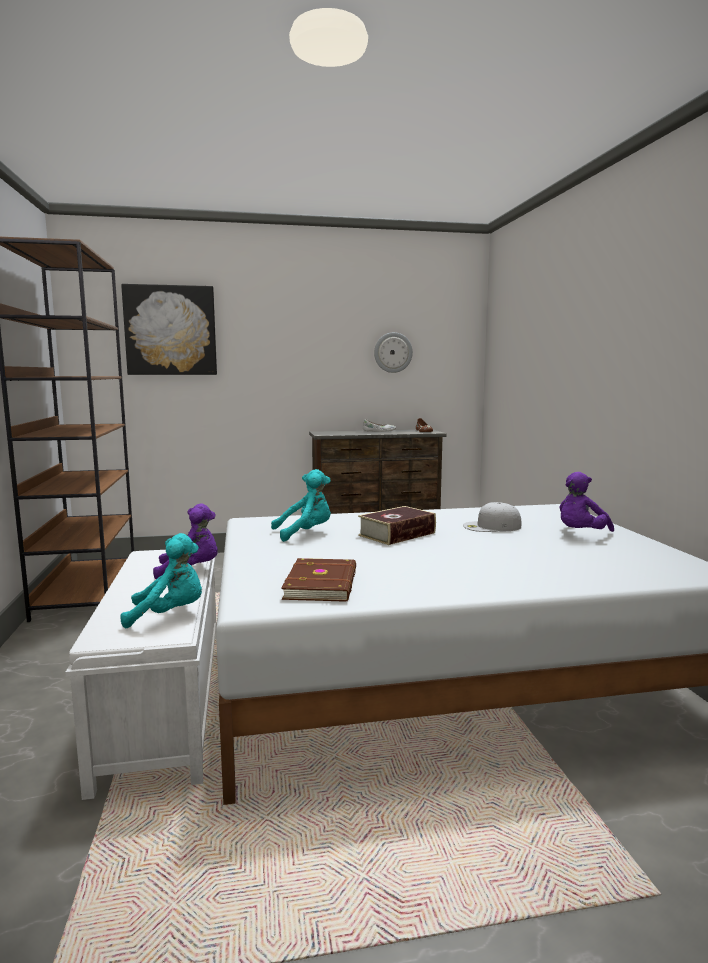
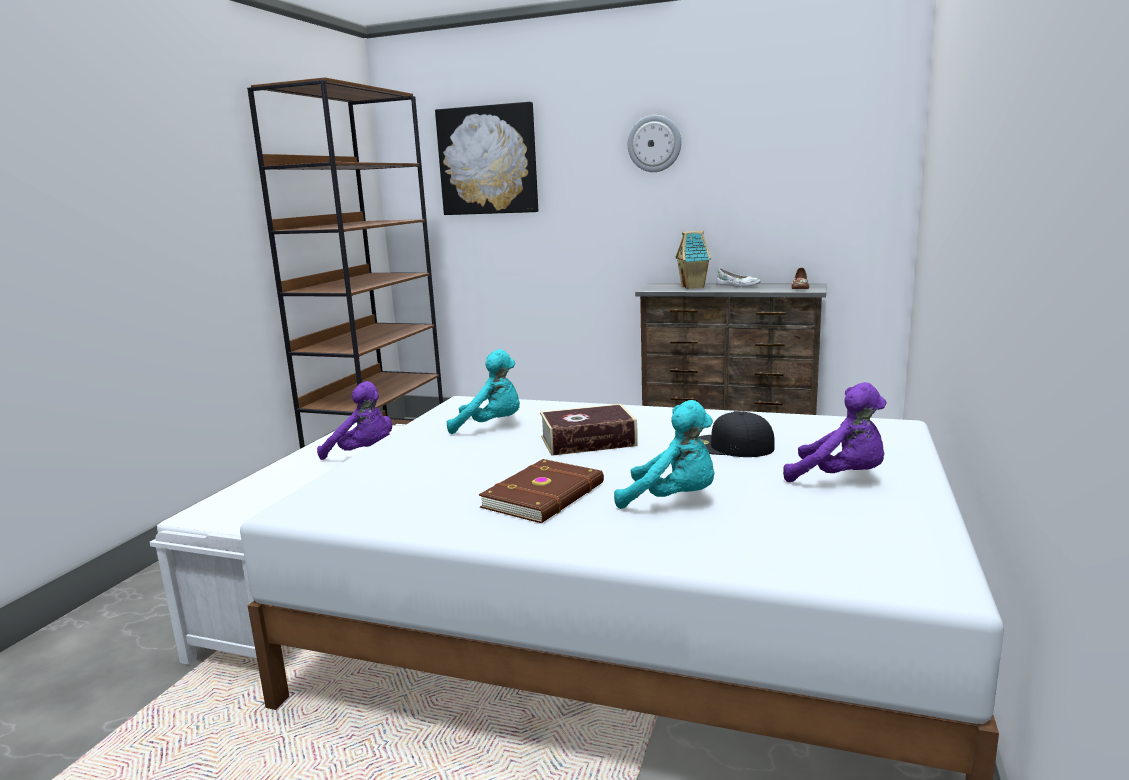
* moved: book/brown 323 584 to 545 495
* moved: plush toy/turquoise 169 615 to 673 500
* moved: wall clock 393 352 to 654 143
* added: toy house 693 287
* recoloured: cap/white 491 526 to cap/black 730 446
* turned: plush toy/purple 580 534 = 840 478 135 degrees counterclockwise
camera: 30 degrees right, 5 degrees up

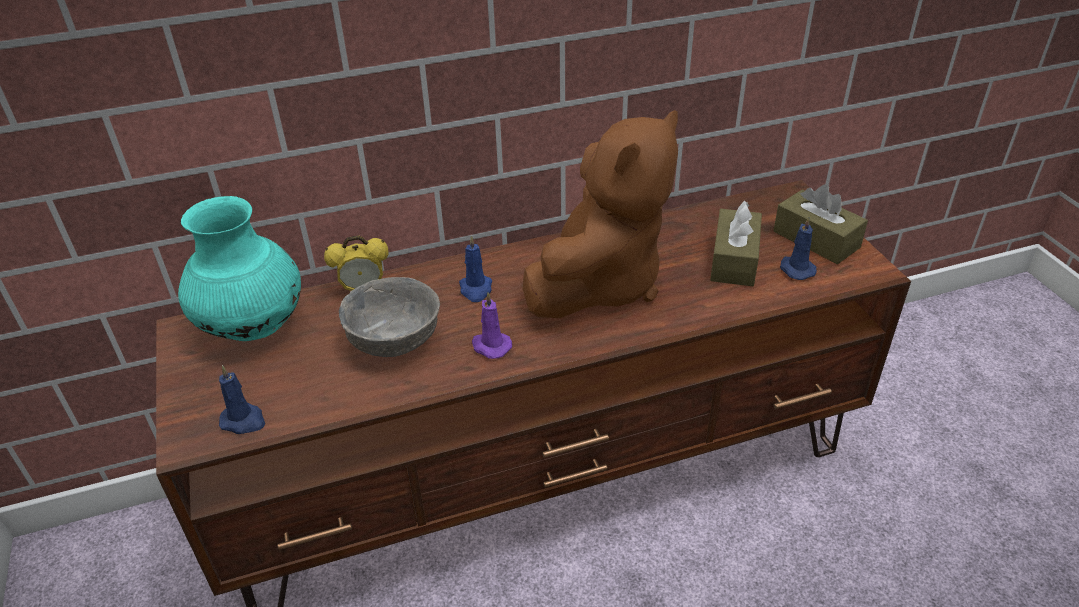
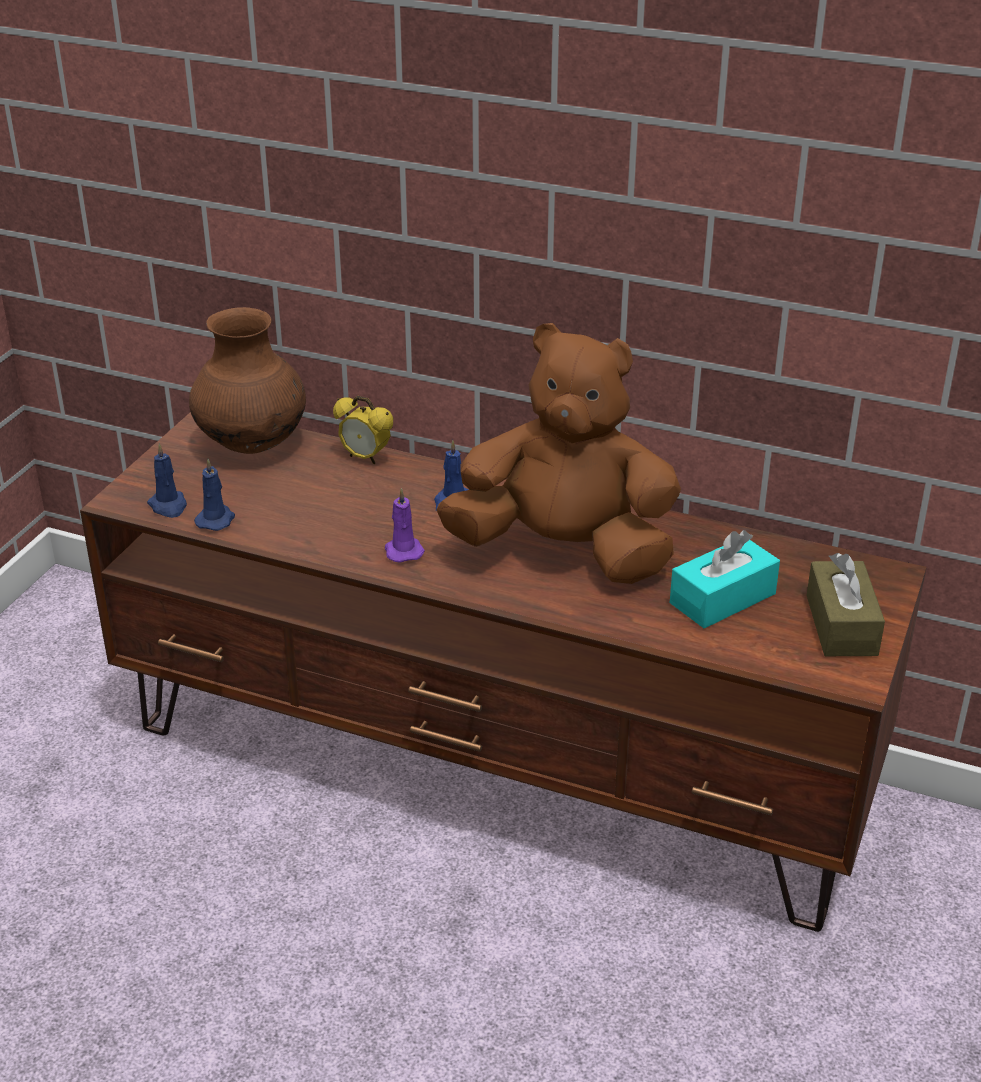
* recoloured: vase/turquoise 254 327 to vase/brown 253 445
* moved: candle/blue 796 269 to 216 519
* turned: plush toy/brown 600 283 = 564 552 150 degrees counterclockwise
* recoloured: tissue box/brown 734 260 to tissue box/turquoise 722 598
* removed: bowl/grey 393 342
camera: 40 degrees right, 5 degrees down

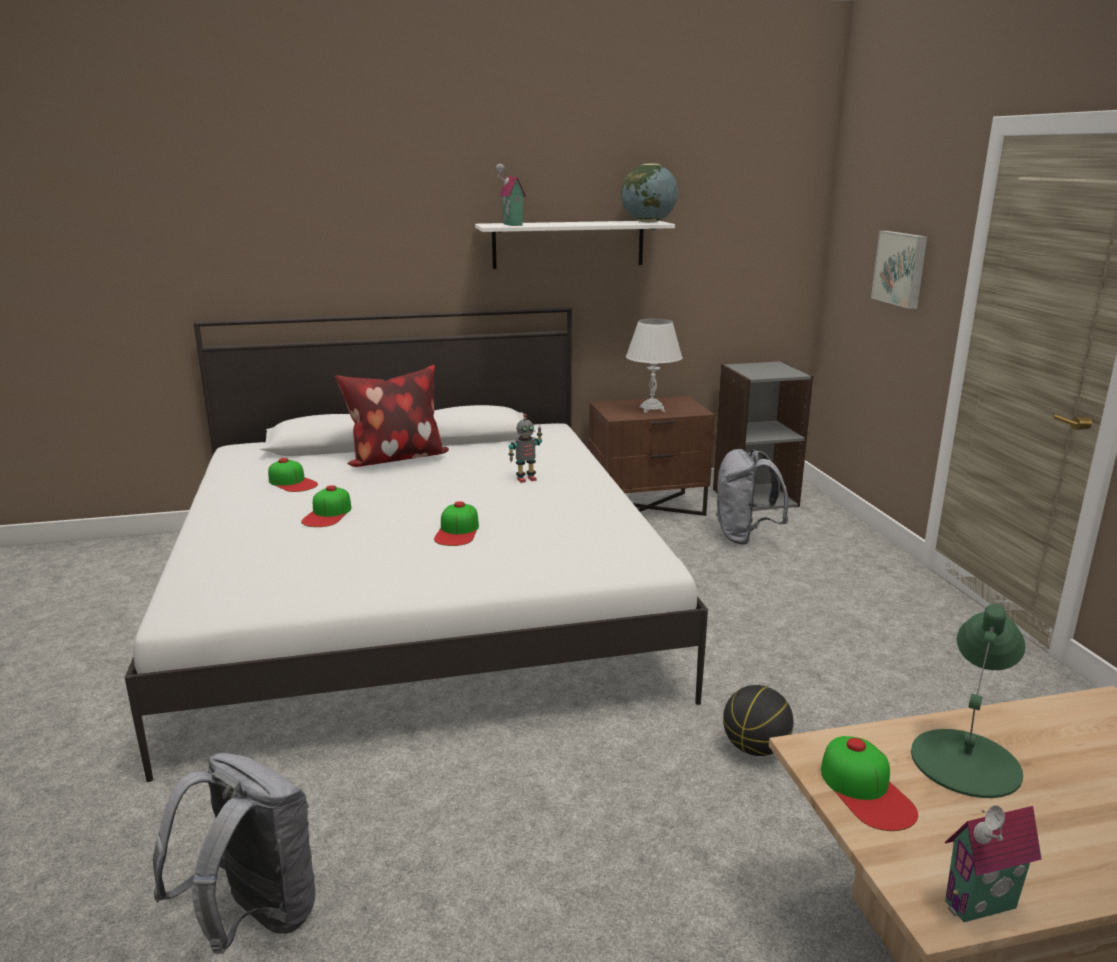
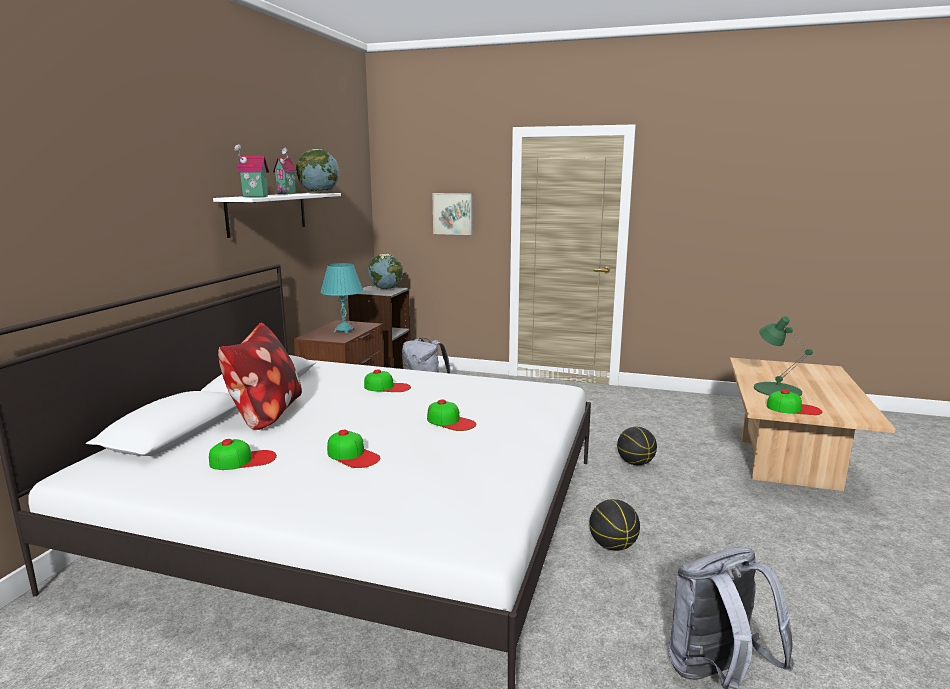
* moved: toy house 983 908 to 288 194
* recoloured: table lamp/white 651 409 to table lamp/turquoise 344 331
* replaced: toy robot 526 479 to cap 387 387
* added: globe 386 288
* added: basketball 612 546
camera: 60 degrees left, 5 degrees down

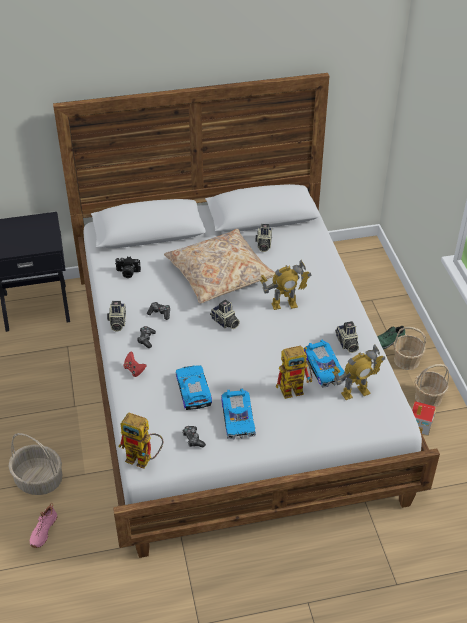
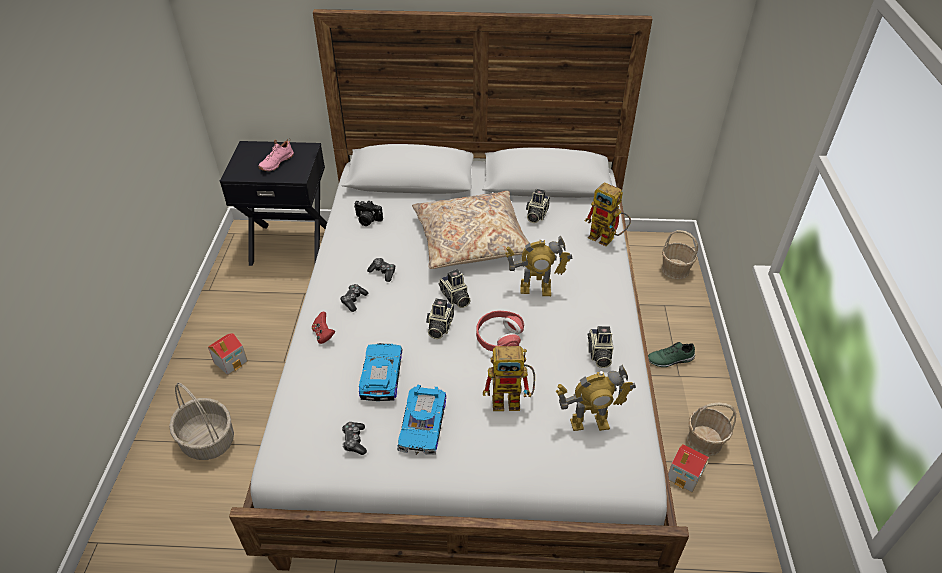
* added: toy house 231 361
* moved: shoe/pink 43 530 to 276 162
* moved: photo camera 117 322 to 439 326
* added: headphones/red 499 337
* moved: toy robot 144 459 to 607 239
* moved: basket 406 360 to 675 269
* removed: toy car 324 367
camera: 15 degrees right, 0 degrees up

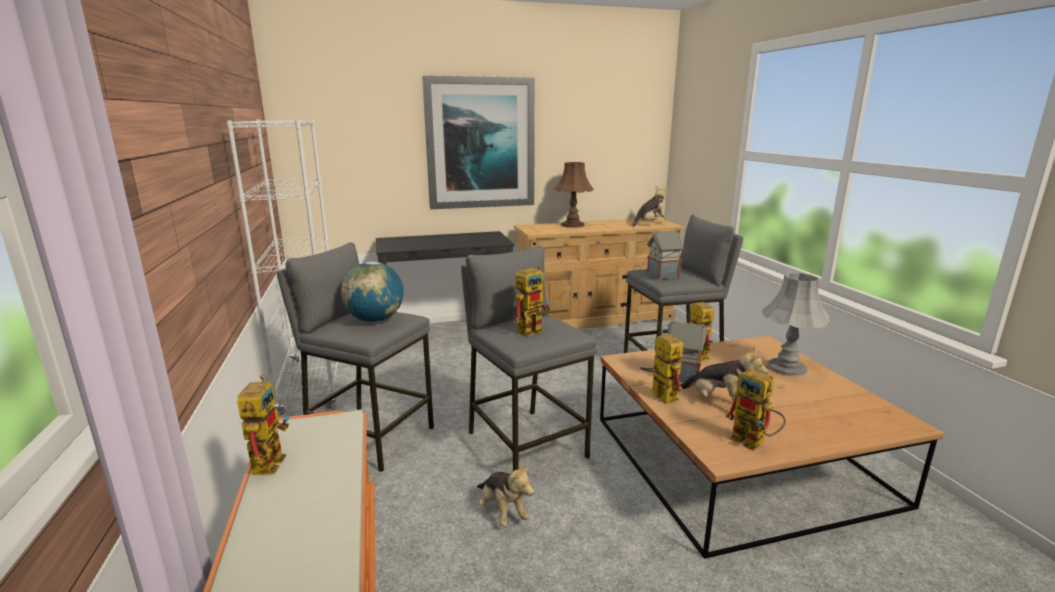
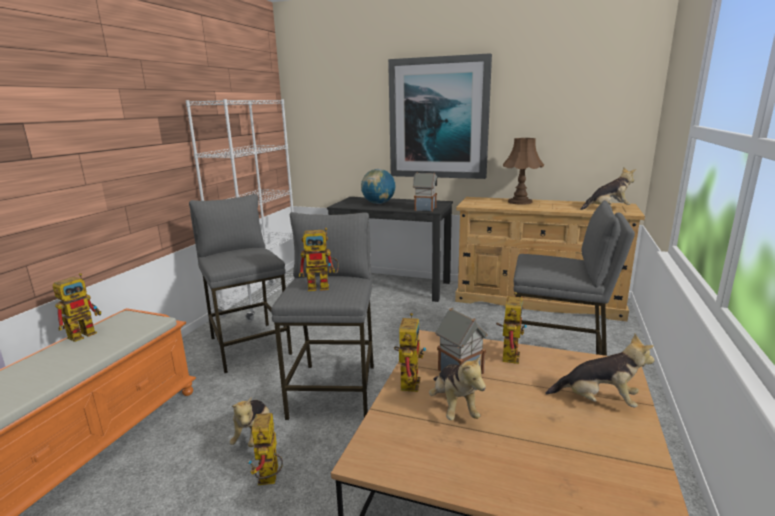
* moved: toy robot 754 443 to 270 480
* moved: globe 375 320 to 378 203
* moved: toy house 662 275 to 424 209
* replaced: table lamp/grey 786 367 to plush toy 598 401
camera: 35 degrees right, 0 degrees up

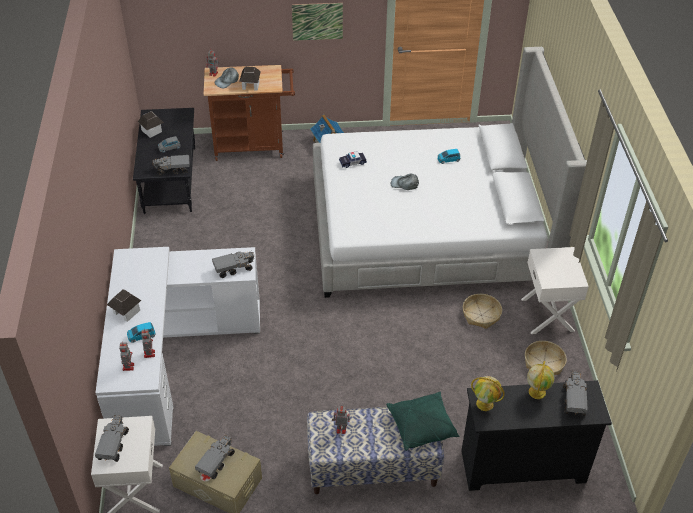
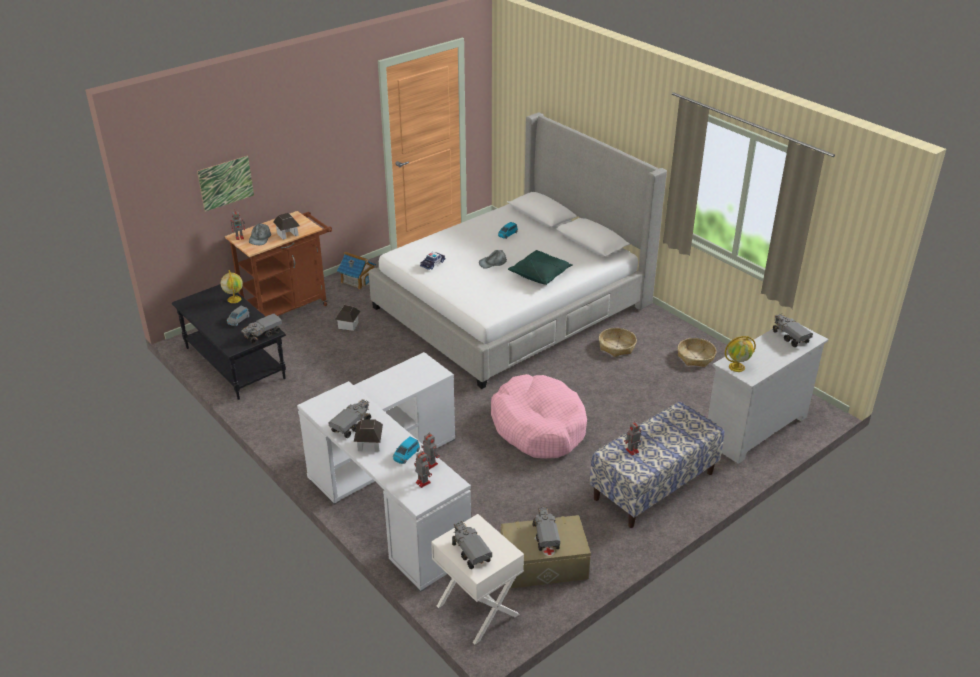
* moved: picture 317 21 to 225 183
* moved: globe 537 391 to 234 299
* moved: toy truck 234 268 to 351 425
* moved: toy house 152 131 to 348 325
* added: dog bed/pink 538 427
* moved: pillow/green 422 426 to 540 274
* recoloured: dresser/black 522 466 to dresser/white 755 429
* removed: nightstand/white 548 315
camera: 35 degrees left, 10 degrees down

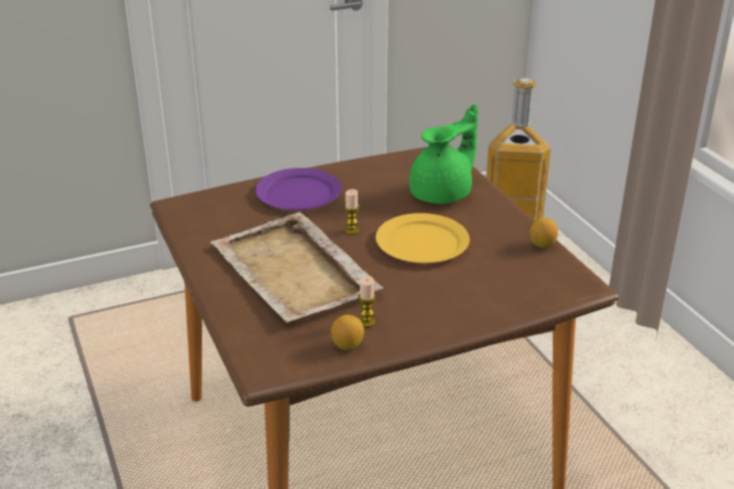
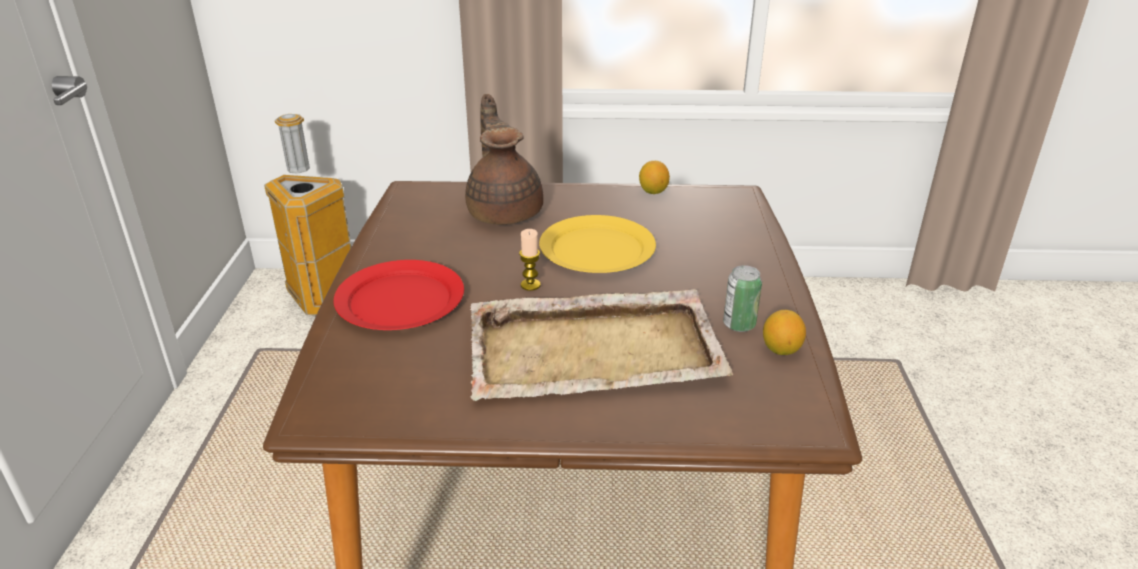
* recoloured: plate/purple 299 194 to plate/red 401 300
* recoloured: teapot/green 443 194 to teapot/brown 505 211
* replaced: candle 366 322 to can 739 325
camera: 65 degrees left, 0 degrees up

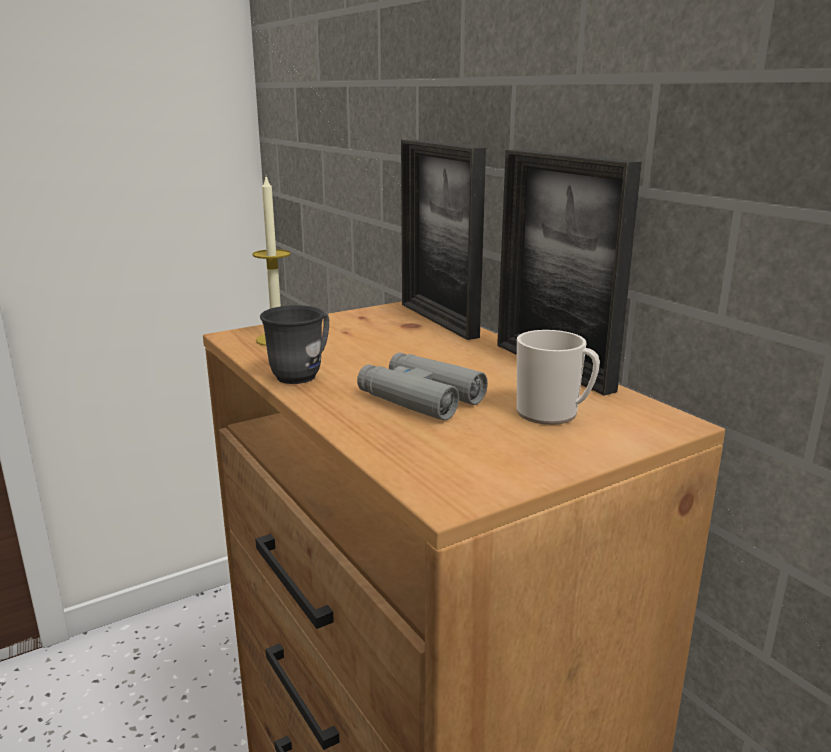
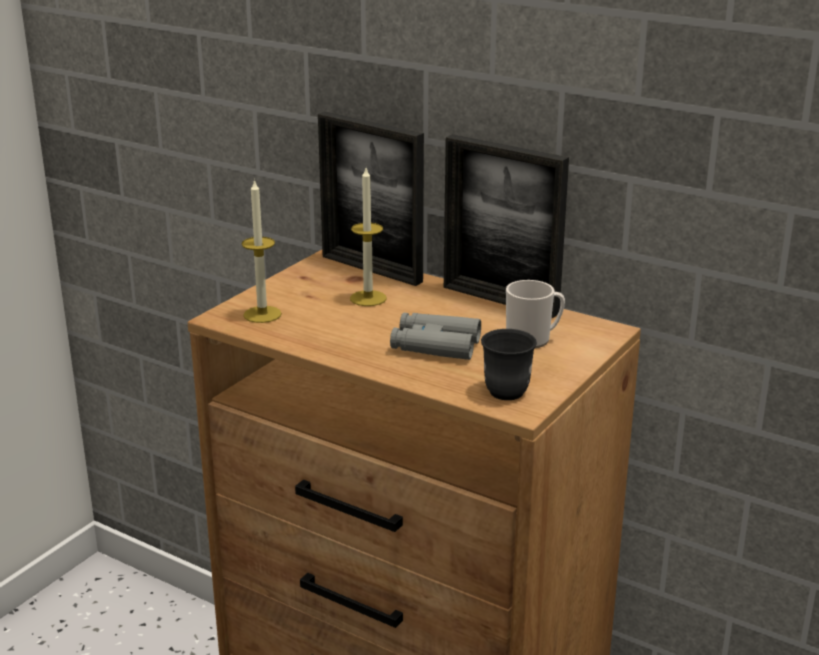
* added: candle 368 298
* moved: mug/grey 303 373 to 507 387
camera: 25 degrees left, 5 degrees up

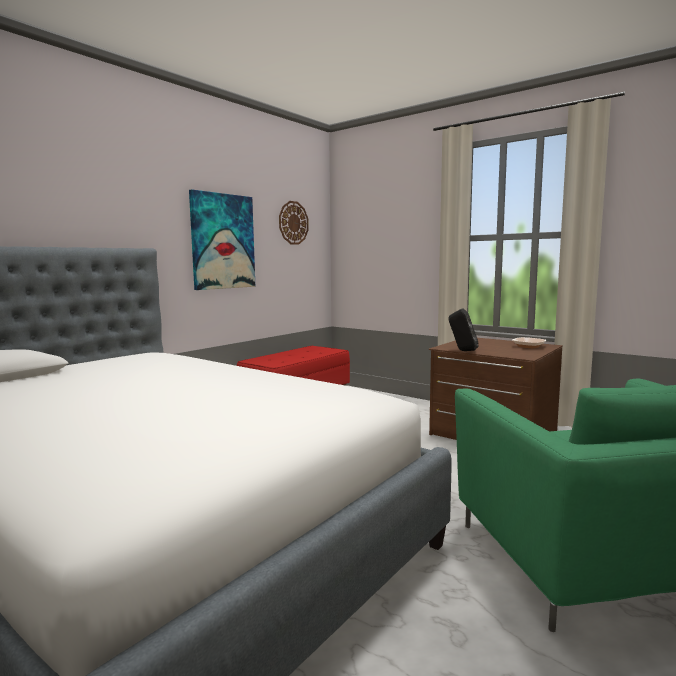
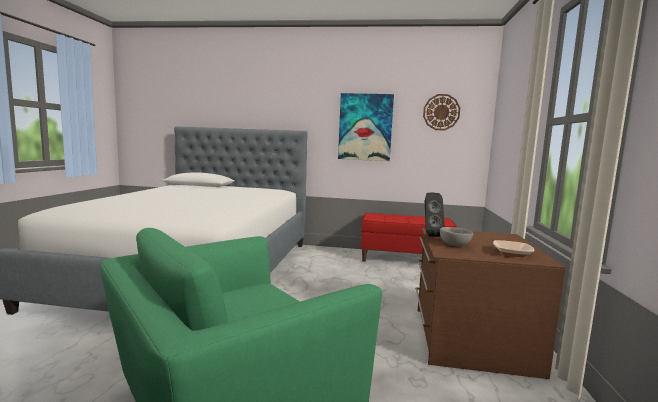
* added: bowl/grey 454 245
camera: 60 degrees right, 0 degrees up

